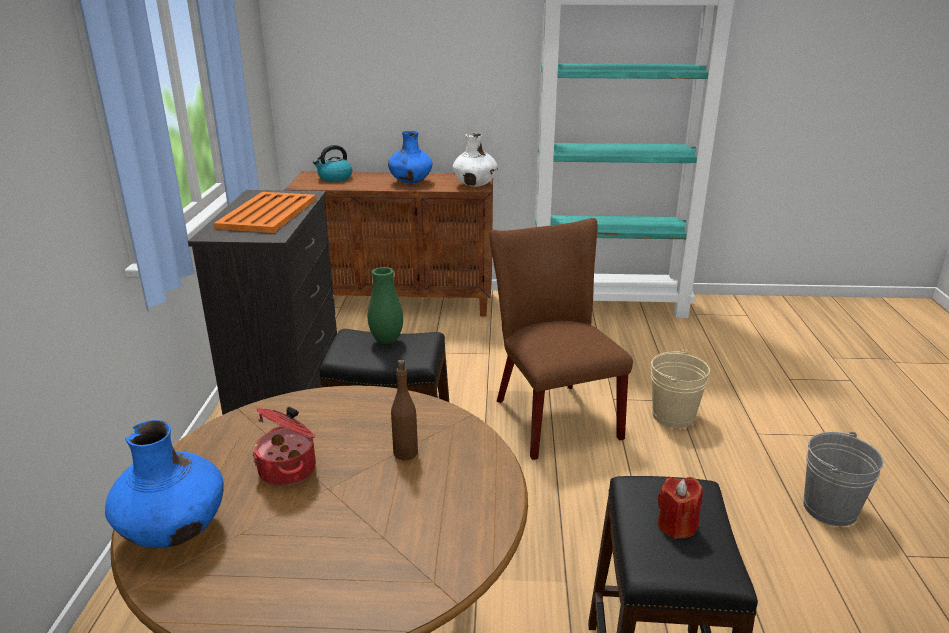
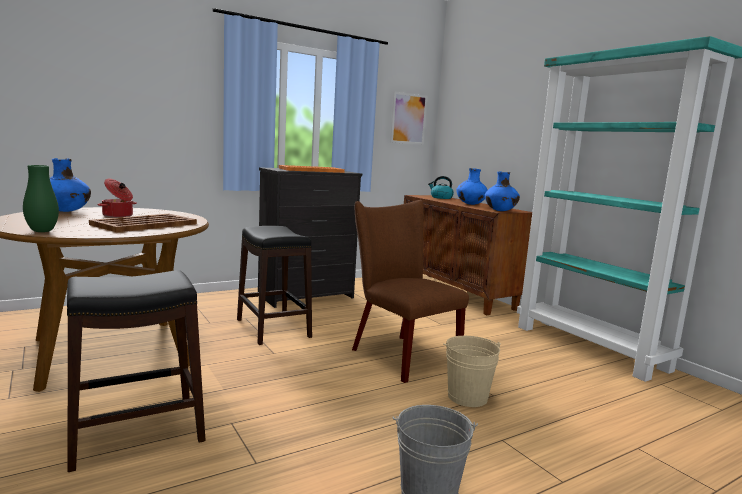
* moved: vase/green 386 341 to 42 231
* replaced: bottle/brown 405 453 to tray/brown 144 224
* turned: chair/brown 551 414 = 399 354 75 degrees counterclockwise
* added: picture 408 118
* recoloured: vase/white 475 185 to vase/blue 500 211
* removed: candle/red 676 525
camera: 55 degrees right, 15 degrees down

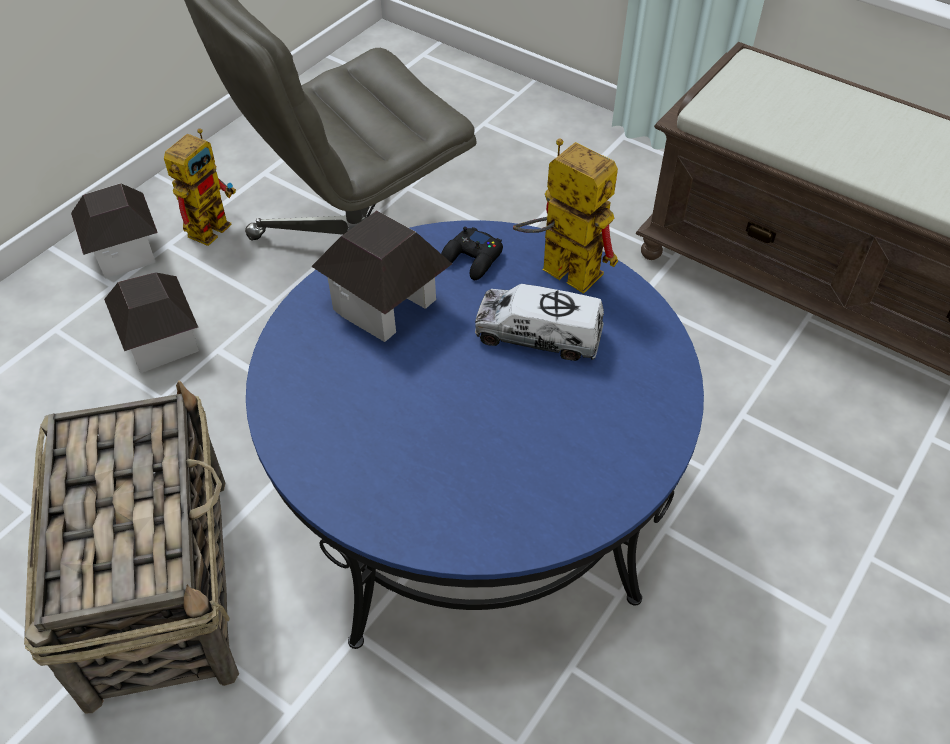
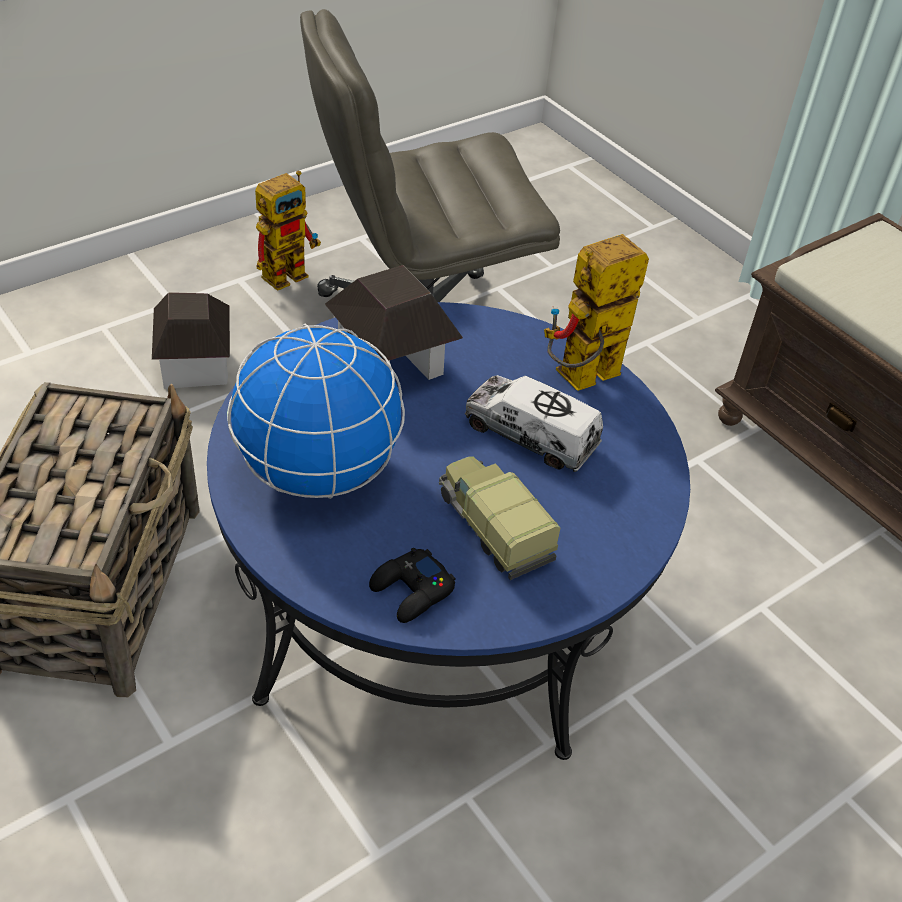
* added: globe 319 472
* moved: game controller/black 472 259 to 412 591
* added: toy truck 492 527
* turned: toy robot 558 270 = 580 381 90 degrees counterclockwise
* removed: toy house 124 253
camera: 15 degrees right, 5 degrees down

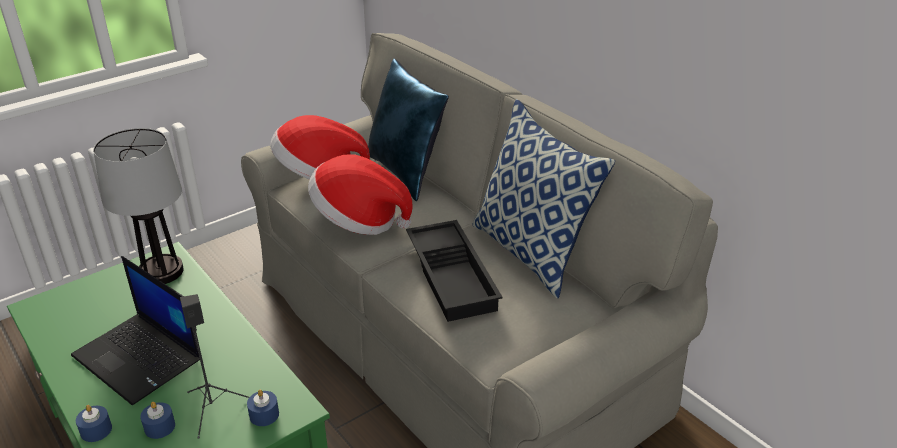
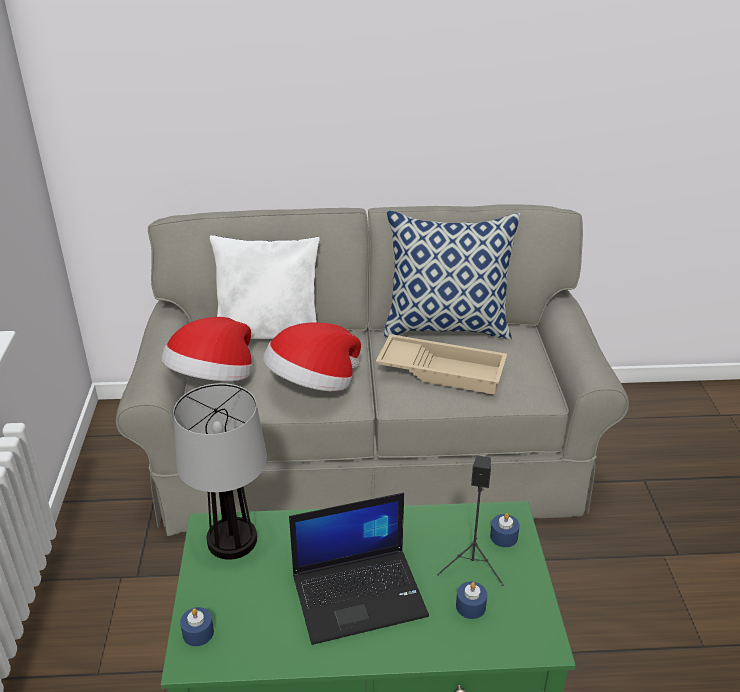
* moved: candle/blue 96 430 to 198 633
* recoloured: pillow/blue 406 172 to pillow/white 270 335
* recoloured: tray/black 454 276 to tray/beige 442 370
camera: 55 degrees left, 0 degrees up

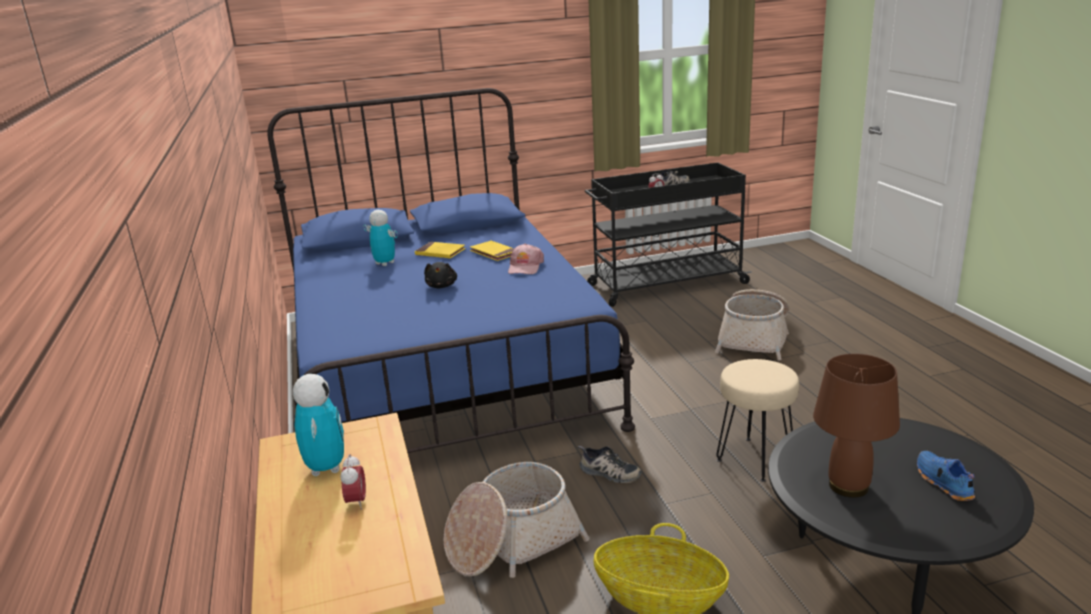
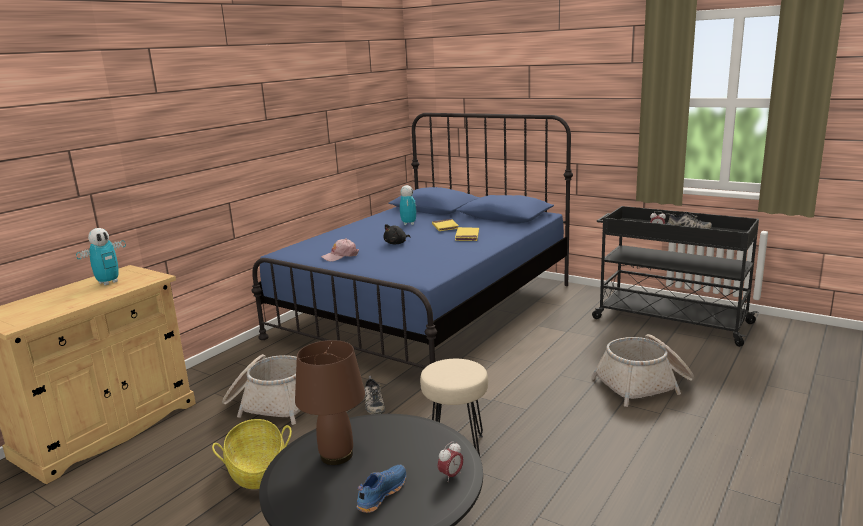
* moved: cap/pink 525 267 to 340 256
* moved: alarm clock 356 502 to 451 476
camera: 50 degrees right, 5 degrees down

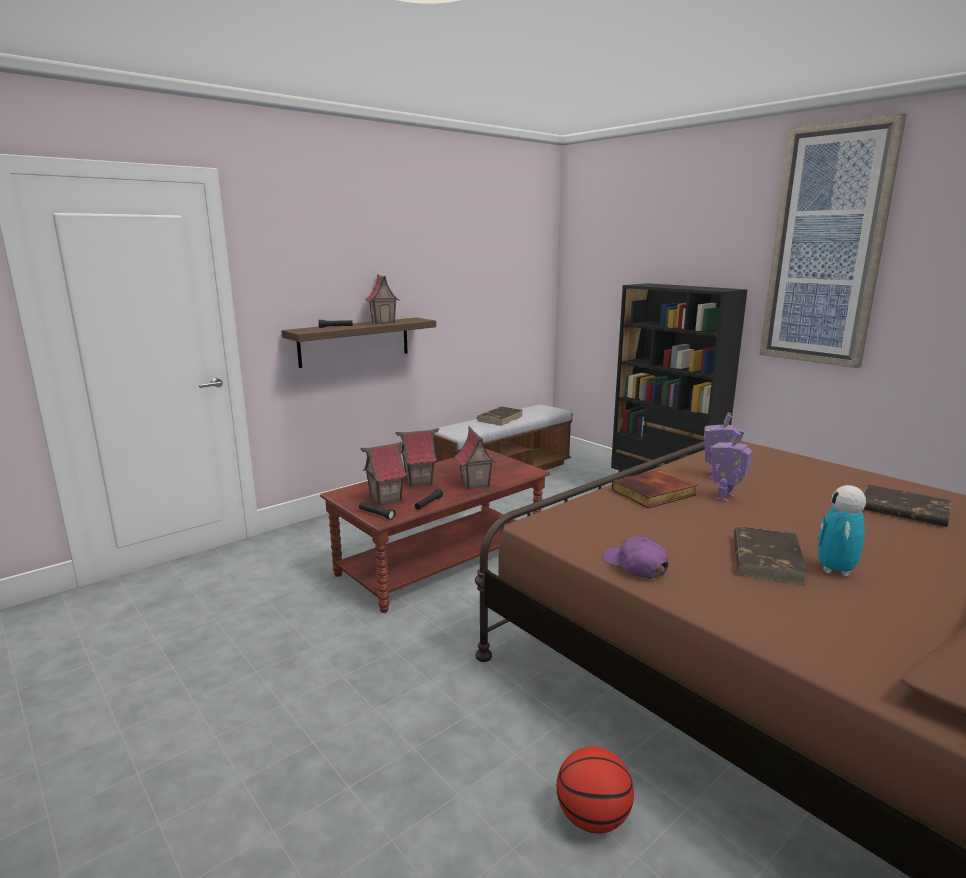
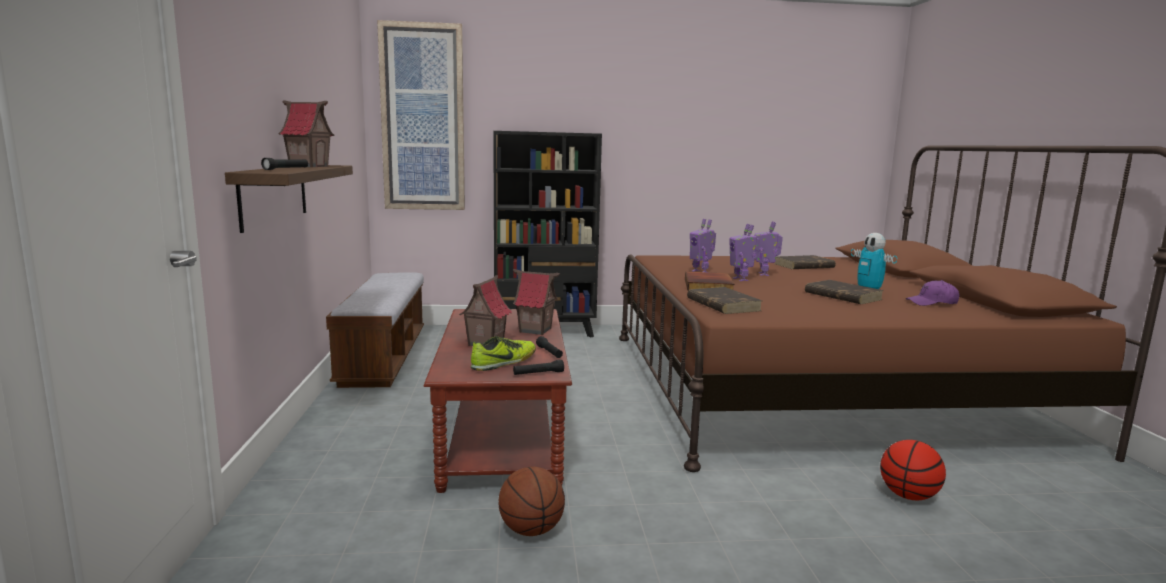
* moved: picture 826 247 to 423 118
* replaced: toy house 385 499 to shoe 504 362
* added: basketball 531 530
* moved: book/brown 500 418 to 722 304
* added: toy robot 765 274
* moved: cap/purple 635 566 to 932 303
camera: 55 degrees left, 5 degrees down

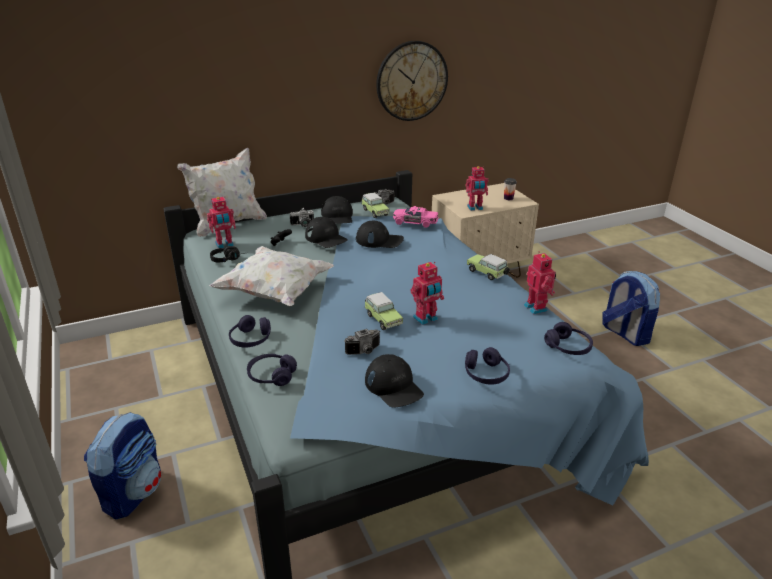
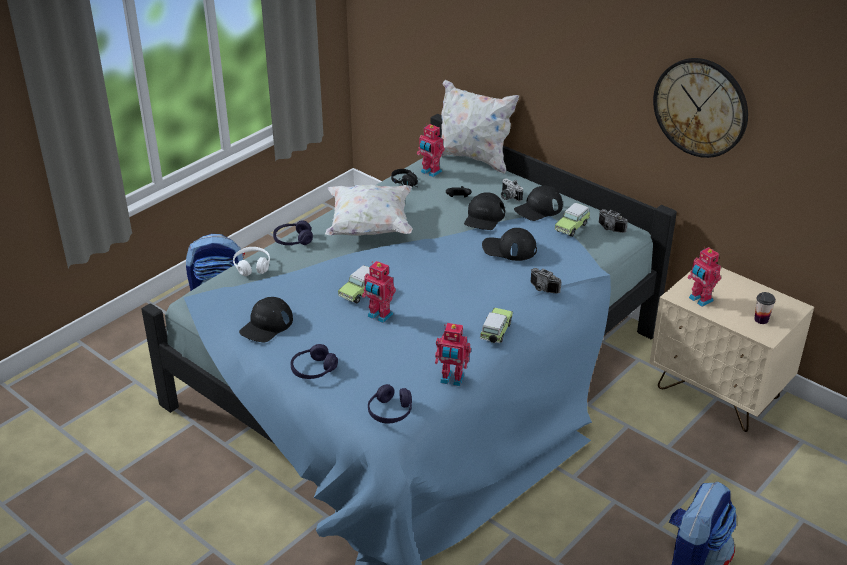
* recoloured: headphones/purple 271 376 to headphones/white 252 266
* turned: toy robot 537 307 = 452 380 60 degrees clockwise
* turned: cap/black 379 240 = 509 249 120 degrees clockwise
* moved: photo camera 365 352 to 542 289
* removed: toy car/pink 415 223
camera: 65 degrees right, 5 degrees up

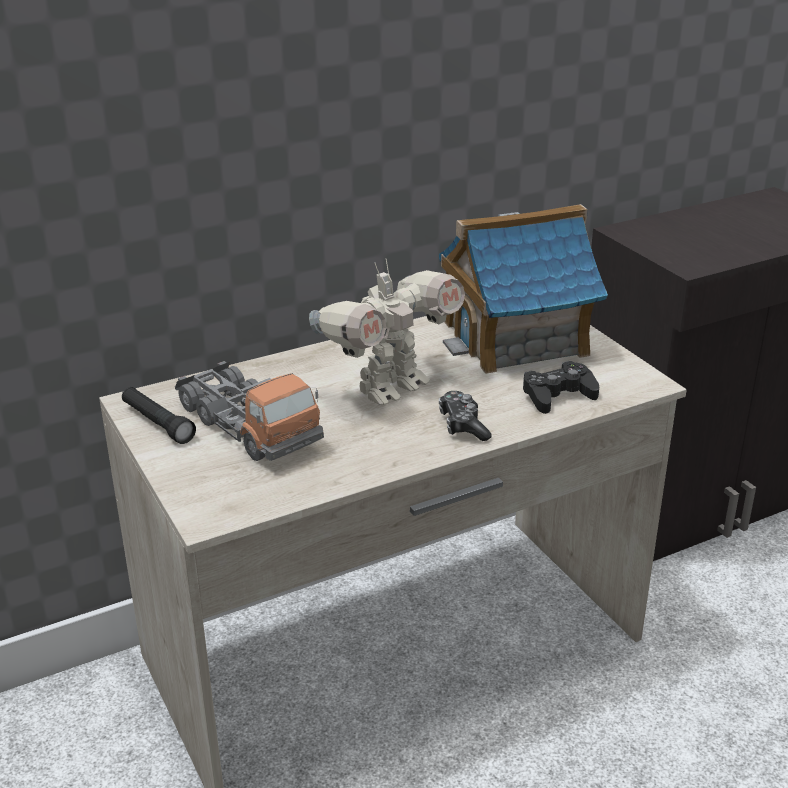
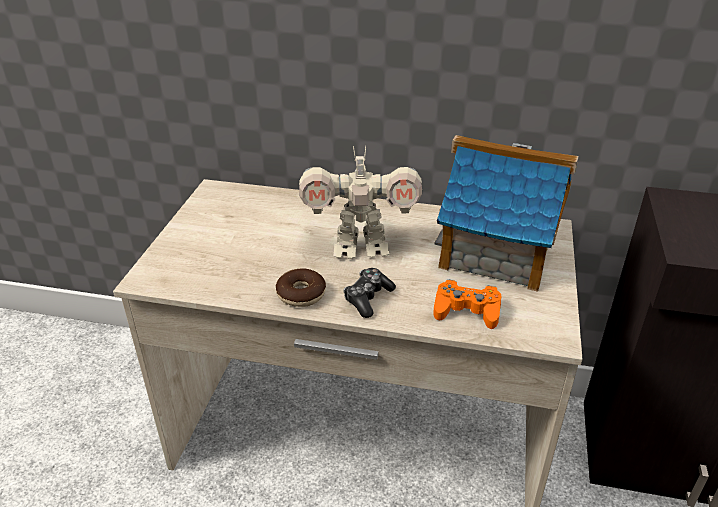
* added: donut 301 294
* recoloured: game controller/black 558 395 to game controller/orange 466 310
* removed: flashlight/black 158 423
* removed: toy truck 248 426
camera: 40 degrees right, 5 degrees up

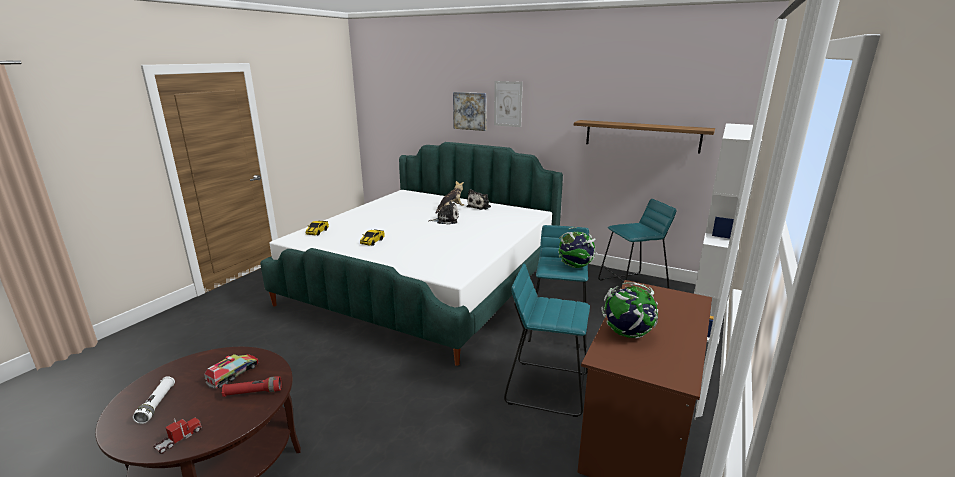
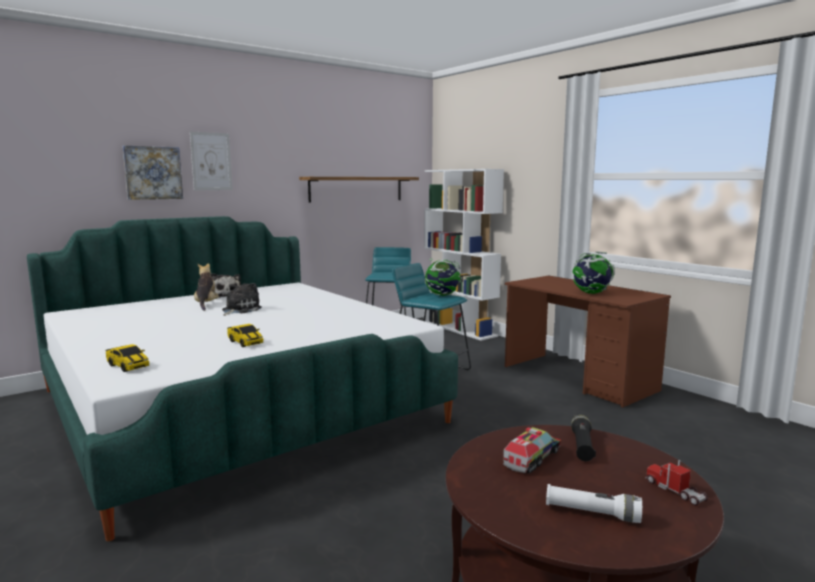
* turned: toy truck 233 374 = 532 458 75 degrees clockwise
* recoloured: flashlight/red 253 392 to flashlight/black 582 446
* removed: stool/turquoise 547 387
camera: 65 degrees left, 10 degrees down

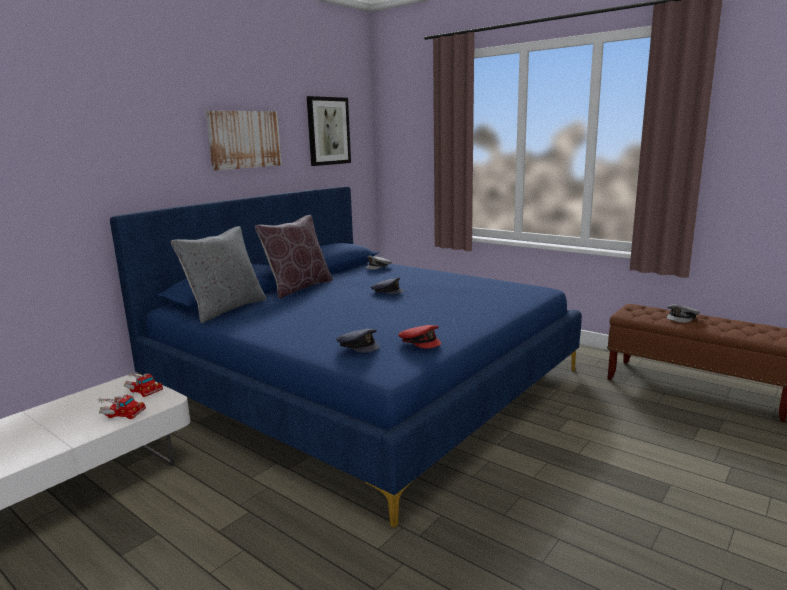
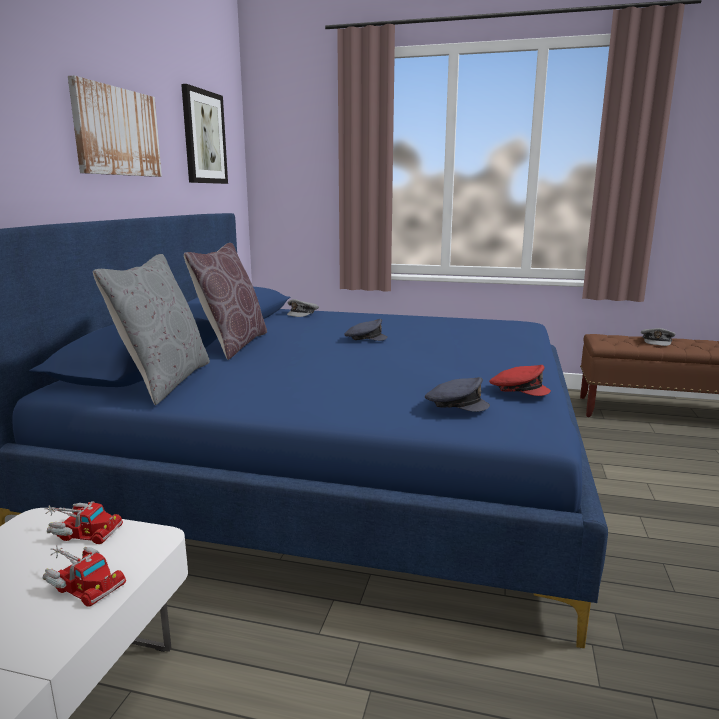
* turned: toy truck 120 413 = 83 583 45 degrees clockwise
camera: 25 degrees left, 0 degrees up

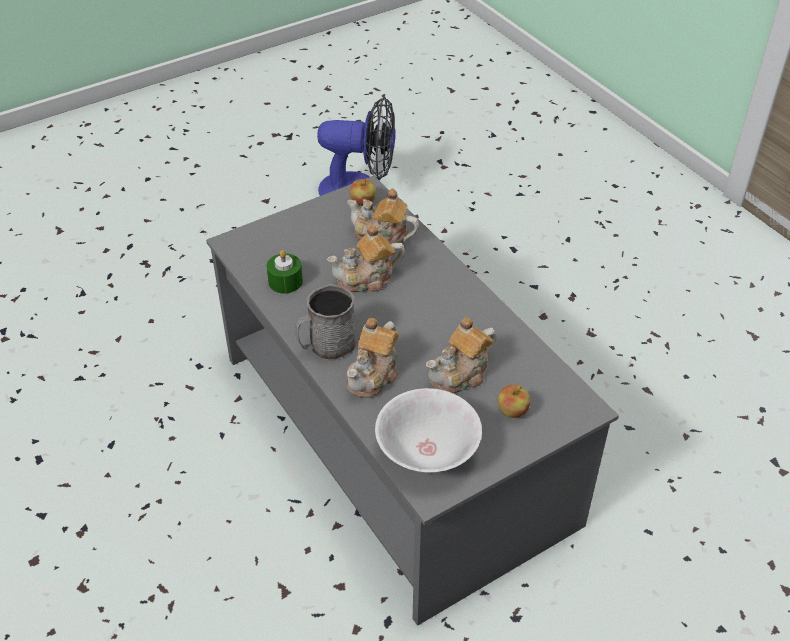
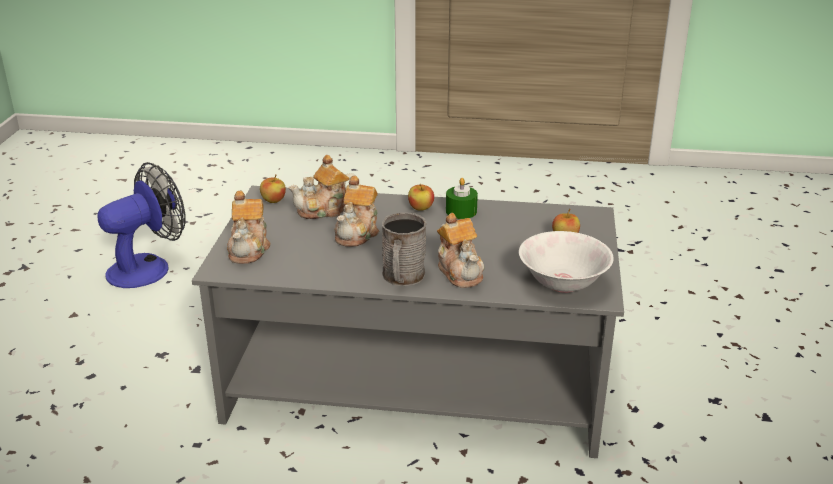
* moved: teapot 461 374 to 249 249
* added: apple 421 208
* moved: candle/green 285 281 to 461 211
camera: 50 degrees left, 15 degrees down

